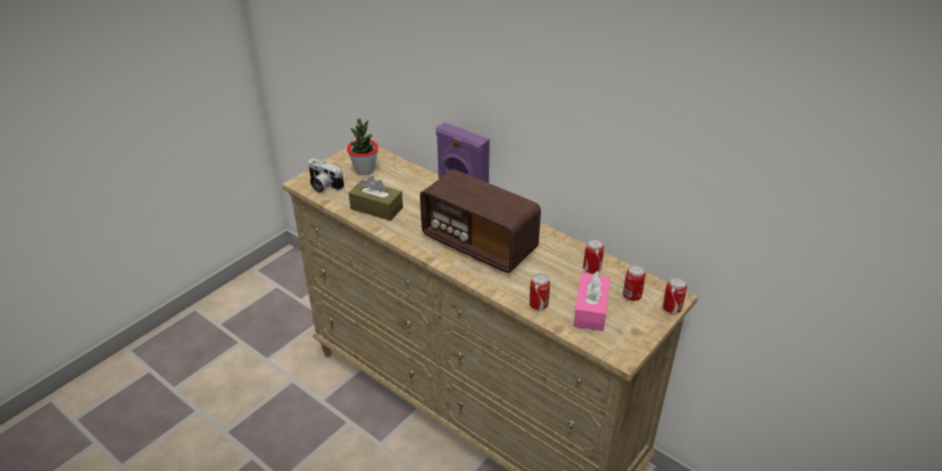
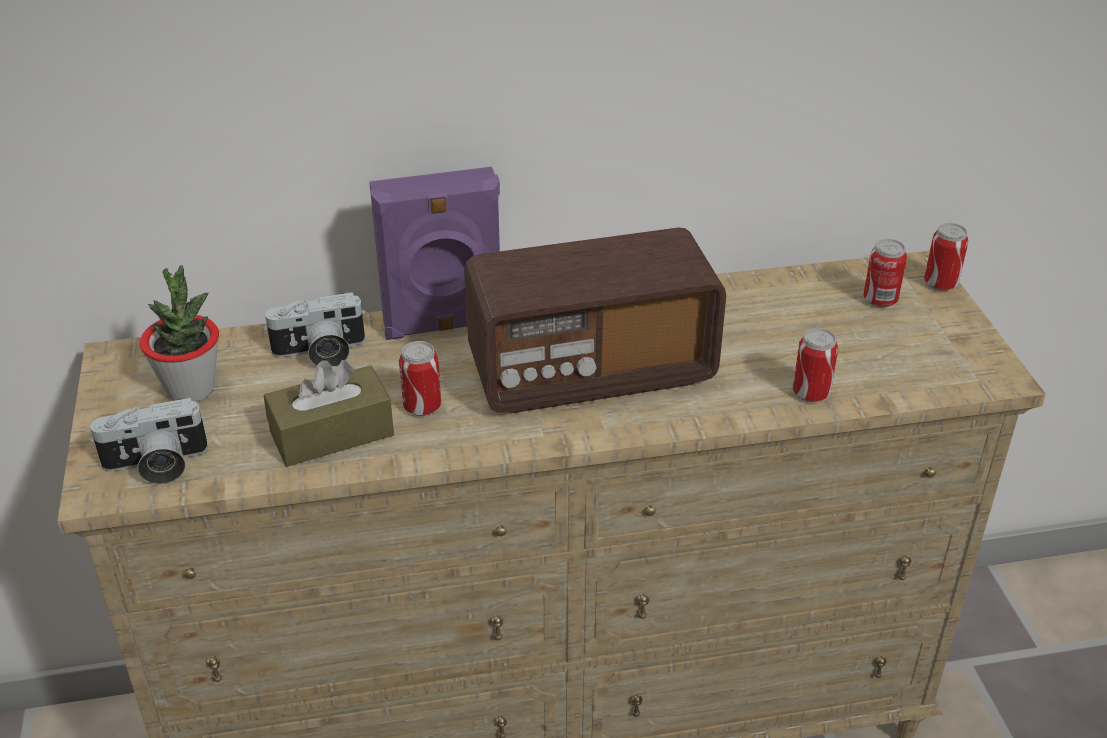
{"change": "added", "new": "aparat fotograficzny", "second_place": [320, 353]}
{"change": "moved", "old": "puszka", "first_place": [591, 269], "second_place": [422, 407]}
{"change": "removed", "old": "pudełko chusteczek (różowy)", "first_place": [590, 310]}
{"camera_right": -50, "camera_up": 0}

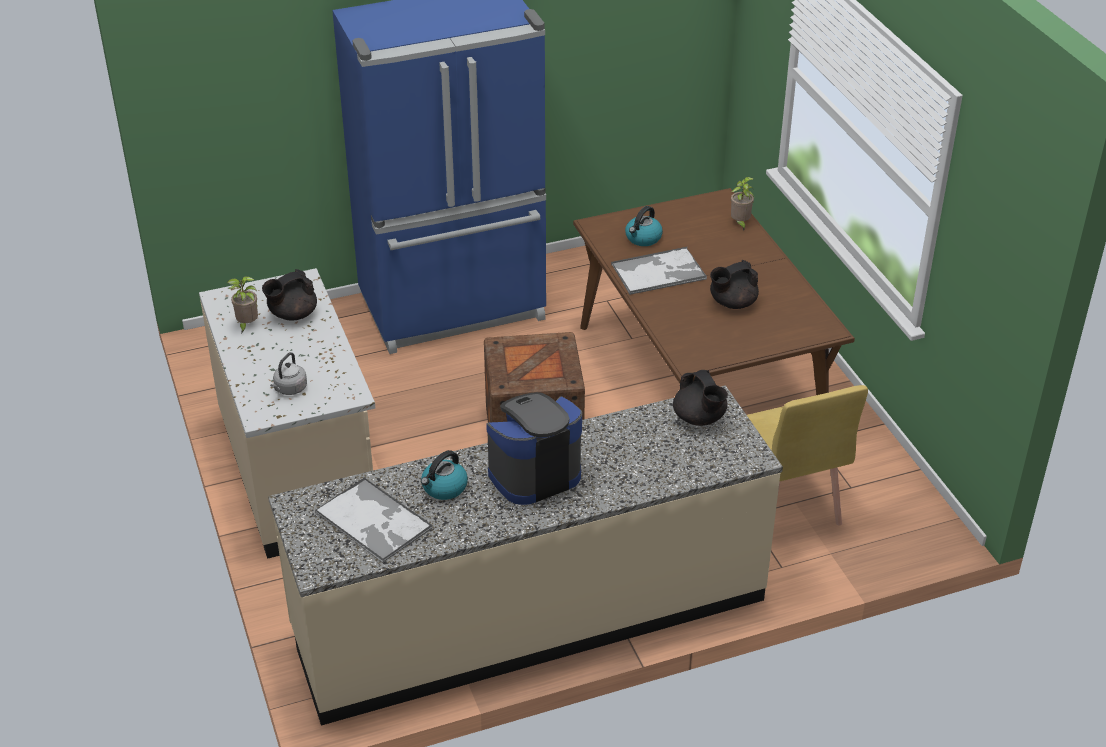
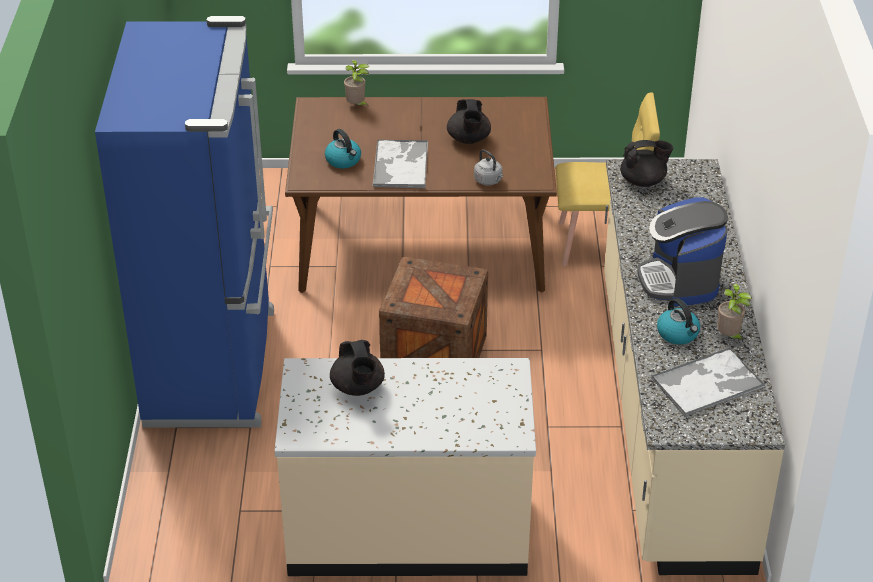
{"change": "moved", "old": "czajnik (szary)", "first_place": [289, 389], "second_place": [489, 181]}
{"change": "moved", "old": "roślina doniczkowa", "first_place": [247, 325], "second_place": [729, 337]}
{"camera_right": -70, "camera_up": 0}

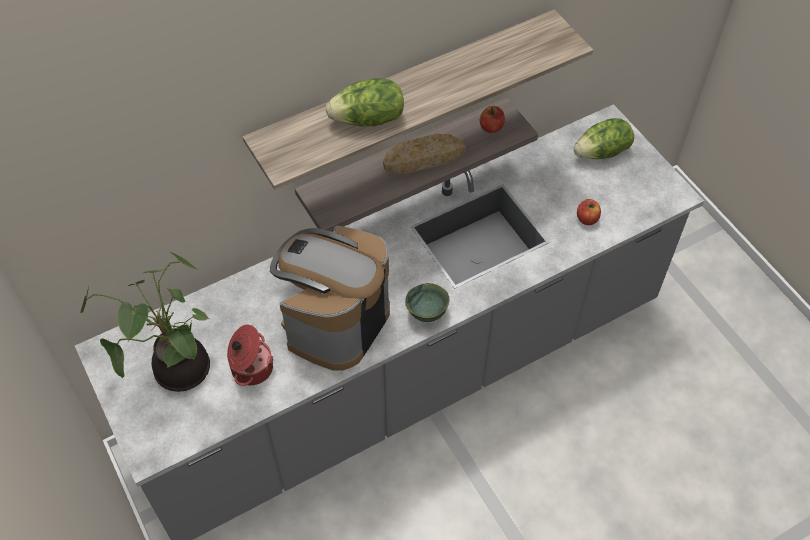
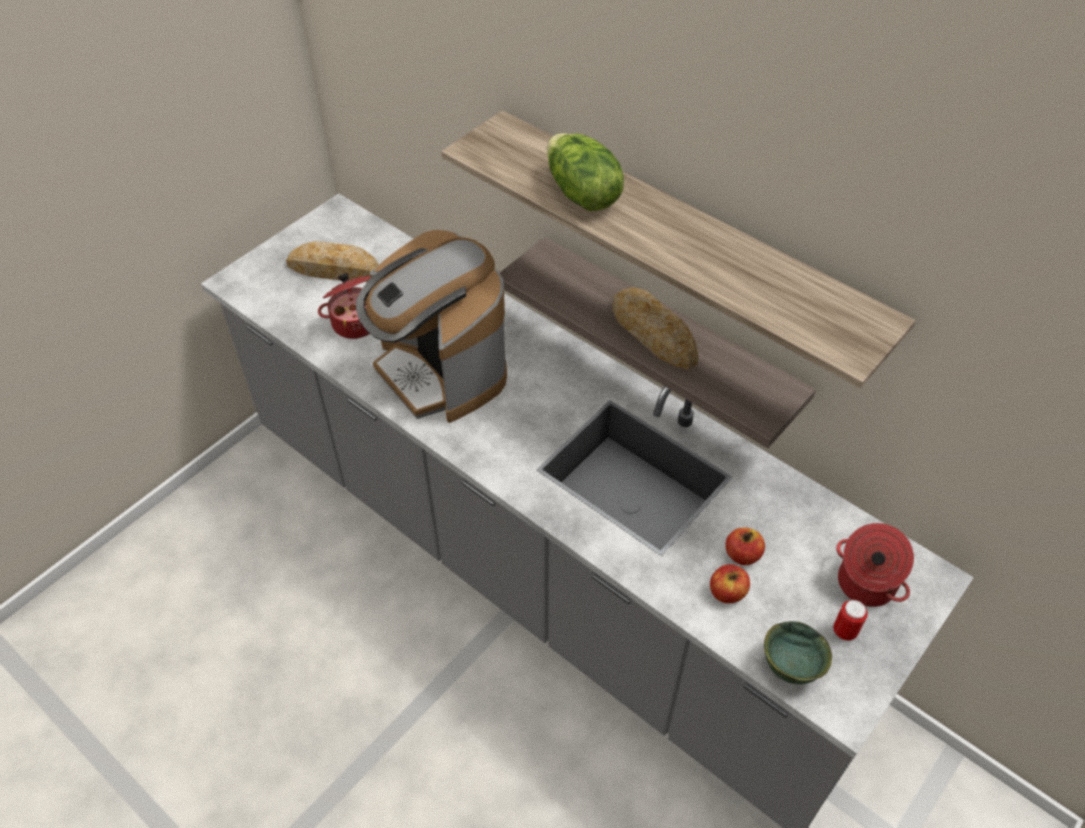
{"change": "replaced", "old": "roślina doniczkowa", "new": "chleb", "first_place": [177, 370], "second_place": [334, 269]}
{"change": "turned", "old": "ekspres do kawy", "first_place": [335, 322], "second_place": [440, 372], "degrees": -135}
{"change": "moved", "old": "jabłko", "first_place": [491, 127], "second_place": [742, 555]}
{"change": "moved", "old": "miska (zielony)", "first_place": [426, 314], "second_place": [789, 666]}
{"change": "added", "new": "puszka", "second_place": [844, 631]}
{"change": "replaced", "old": "sałata", "new": "garnek", "first_place": [602, 152], "second_place": [864, 584]}
{"camera_right": 70, "camera_up": -5}

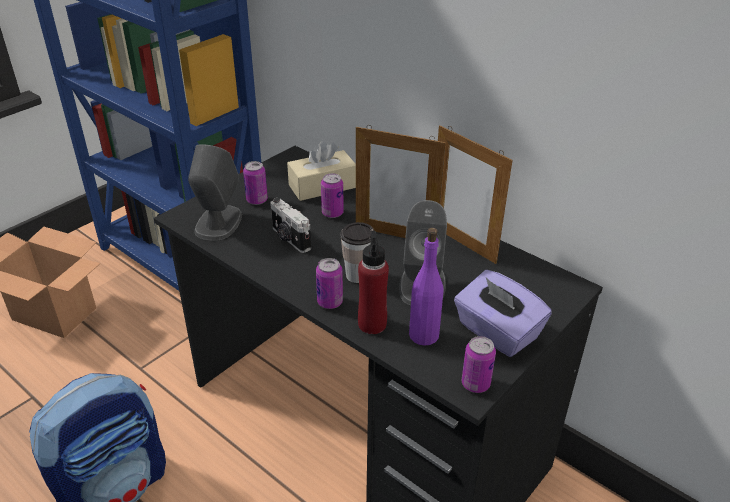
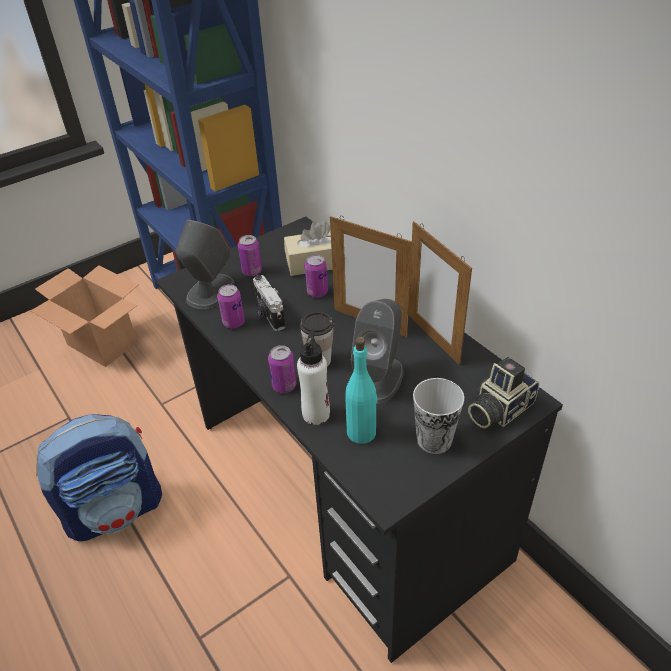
{"change": "moved", "old": "puszka", "first_place": [475, 384], "second_place": [233, 322]}
{"change": "recoloured", "old": "butelka (czerwony)", "new": "butelka (biały)", "first_place": [372, 324], "second_place": [316, 414]}
{"change": "recoloured", "old": "butelka (fioletowy)", "new": "butelka (turkusowy)", "first_place": [424, 335], "second_place": [362, 432]}
{"change": "replaced", "old": "pudełko chusteczek (fioletowy)", "new": "filiżanka", "first_place": [496, 332], "second_place": [434, 440]}
{"change": "added", "new": "aparat fotograficzny", "second_place": [498, 409]}
{"camera_right": 15, "camera_up": 5}

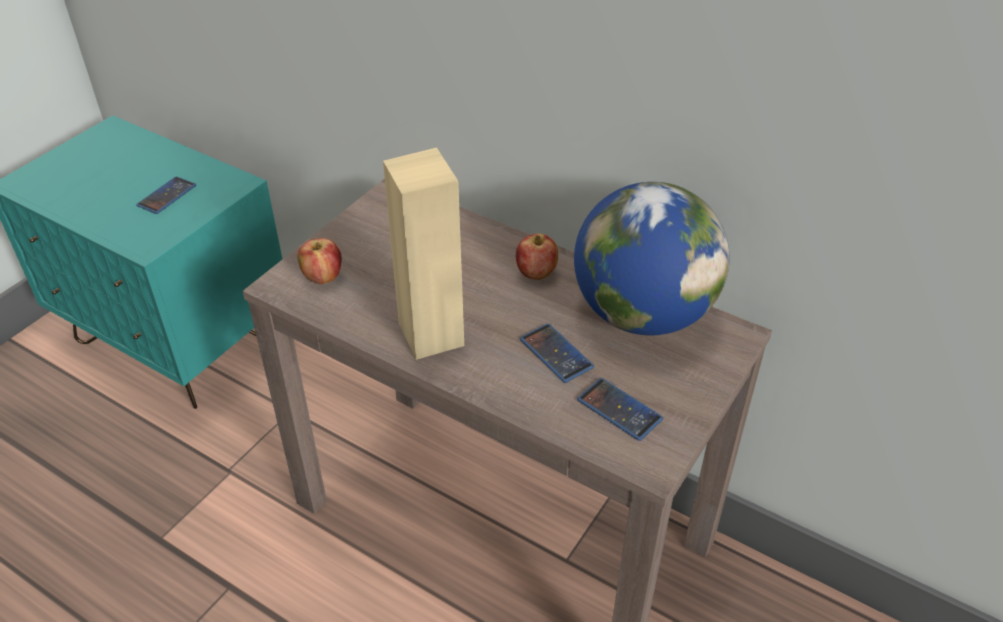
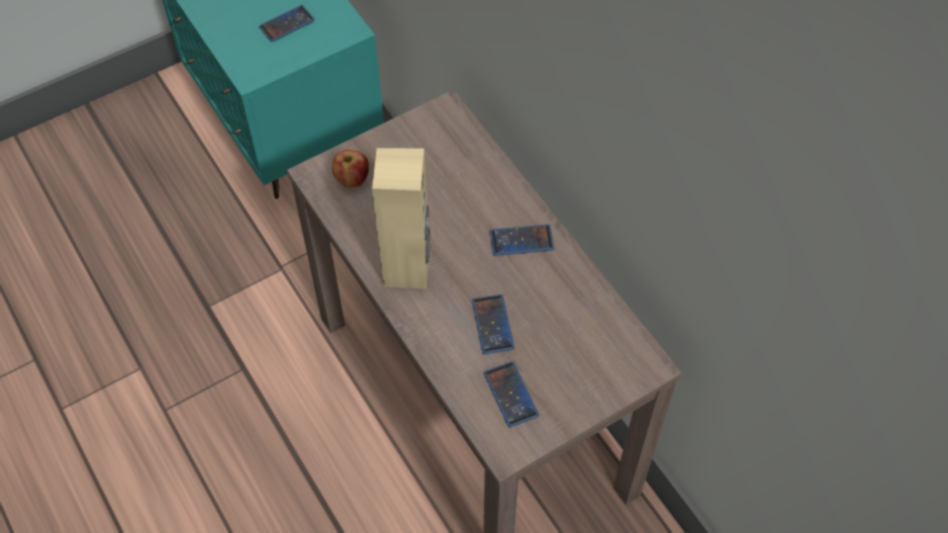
{"change": "replaced", "old": "jabłko", "new": "telefon", "first_place": [536, 273], "second_place": [521, 240]}
{"change": "removed", "old": "globus", "first_place": [642, 314]}
{"camera_right": 25, "camera_up": 15}

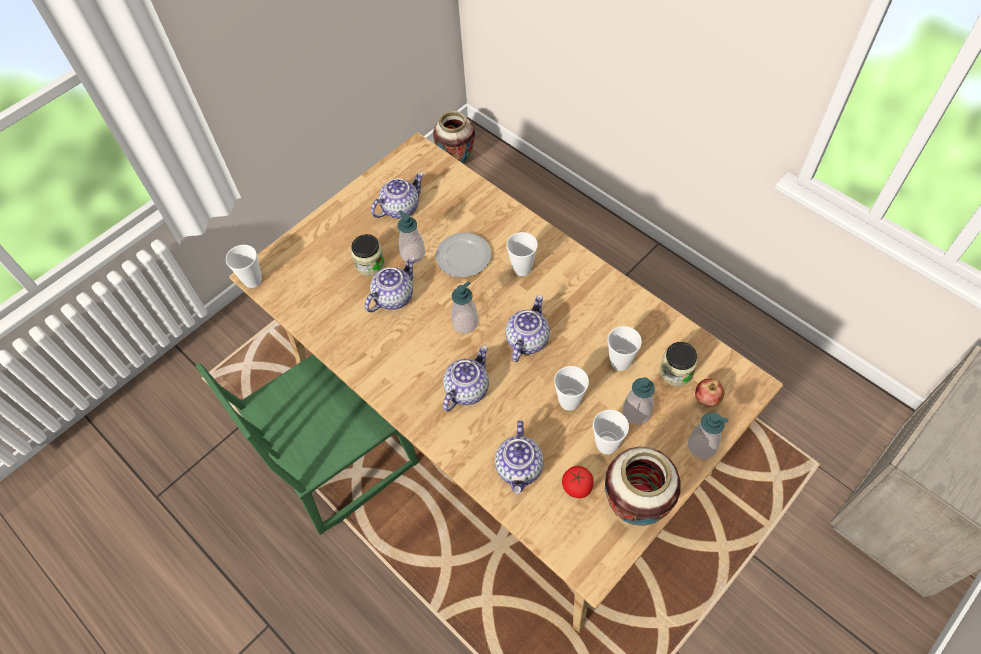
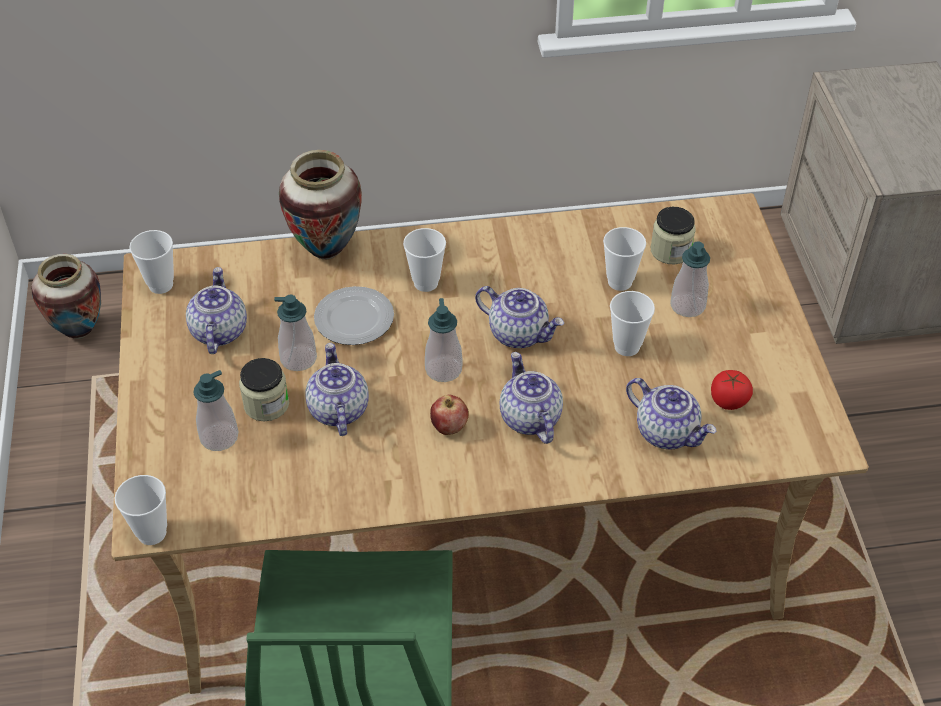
{"change": "moved", "old": "filiżanka", "first_place": [606, 445], "second_place": [161, 285]}
{"change": "moved", "old": "dozownik mydła", "first_place": [702, 446], "second_place": [219, 437]}
{"change": "moved", "old": "wazon", "first_place": [634, 508], "second_place": [326, 251]}
{"change": "moved", "old": "jabłko", "first_place": [706, 399], "second_place": [449, 427]}
{"change": "turned", "old": "imbryk", "first_place": [527, 340], "second_place": [519, 333], "degrees": 150}
{"camera_right": -55, "camera_up": -10}

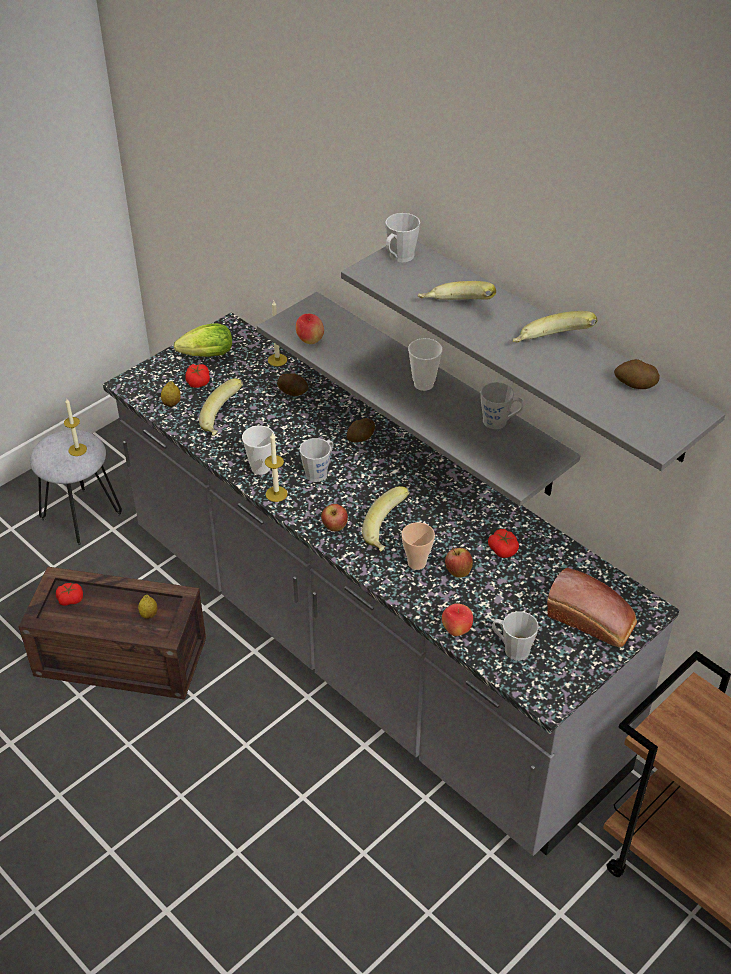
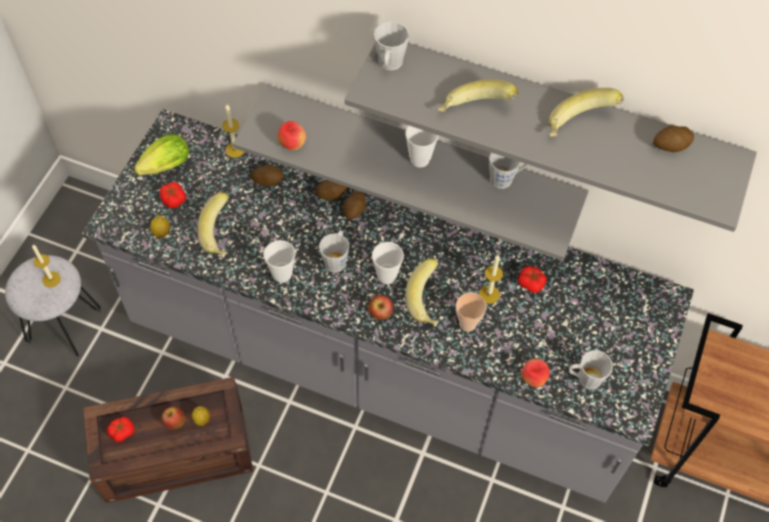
{"change": "moved", "old": "jabłko", "first_place": [458, 571], "second_place": [175, 422]}
{"change": "added", "new": "ziemniak", "second_place": [332, 194]}
{"change": "added", "new": "filiżanka", "second_place": [387, 276]}
{"change": "moved", "old": "świeca", "first_place": [276, 494], "second_place": [489, 294]}
{"change": "removed", "old": "chleb", "first_place": [592, 621]}
{"camera_right": -25, "camera_up": 15}

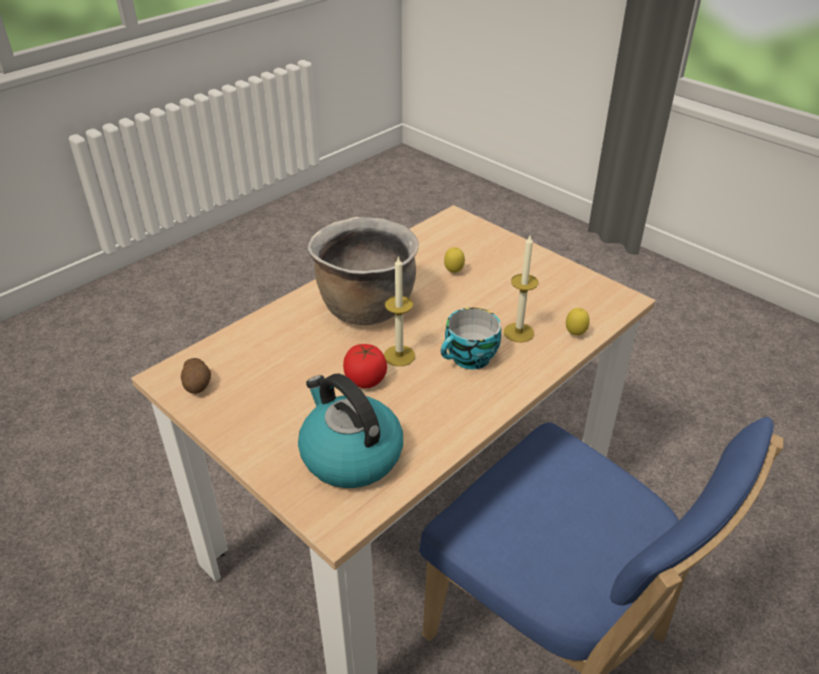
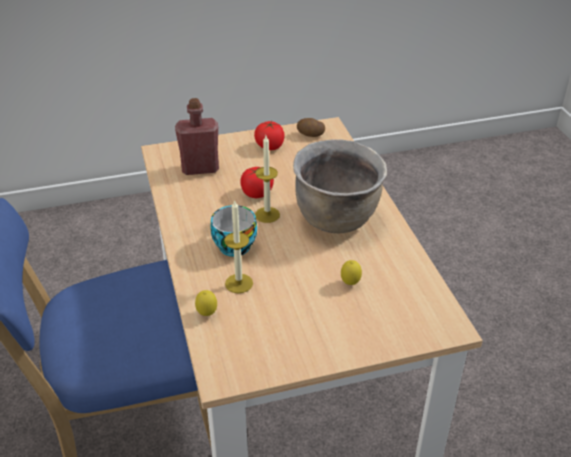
{"change": "replaced", "old": "czajnik", "new": "butelka (czerwony)", "first_place": [350, 455], "second_place": [200, 168]}
{"change": "added", "new": "pomidor", "second_place": [269, 146]}
{"camera_right": 120, "camera_up": 0}

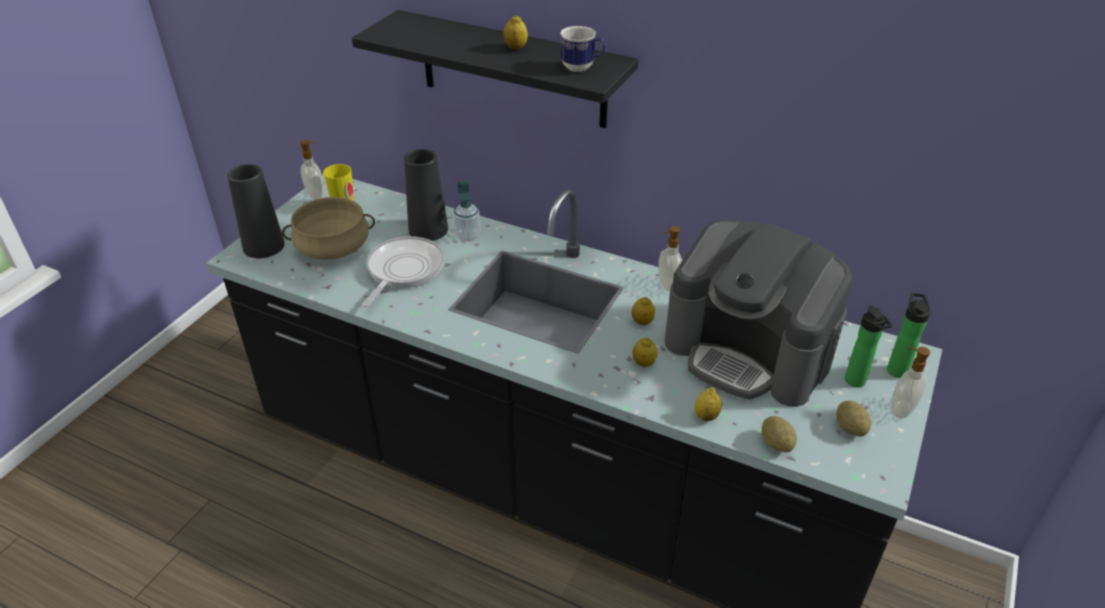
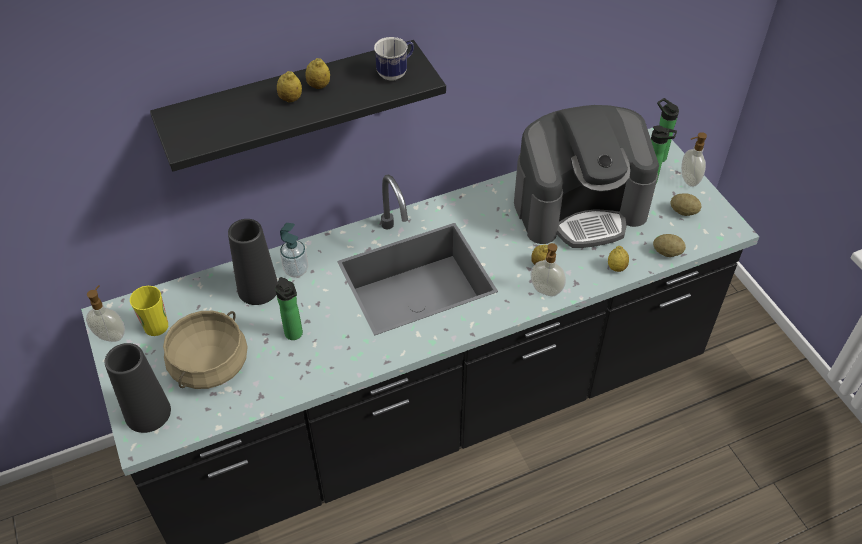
{"change": "replaced", "old": "patelnia", "new": "butelka", "first_place": [403, 271], "second_place": [295, 335]}
{"change": "moved", "old": "cytryna", "first_place": [642, 322], "second_place": [290, 99]}
{"change": "moved", "old": "dozownik mydła", "first_place": [667, 285], "second_place": [545, 291]}
{"camera_right": -50, "camera_up": 10}

